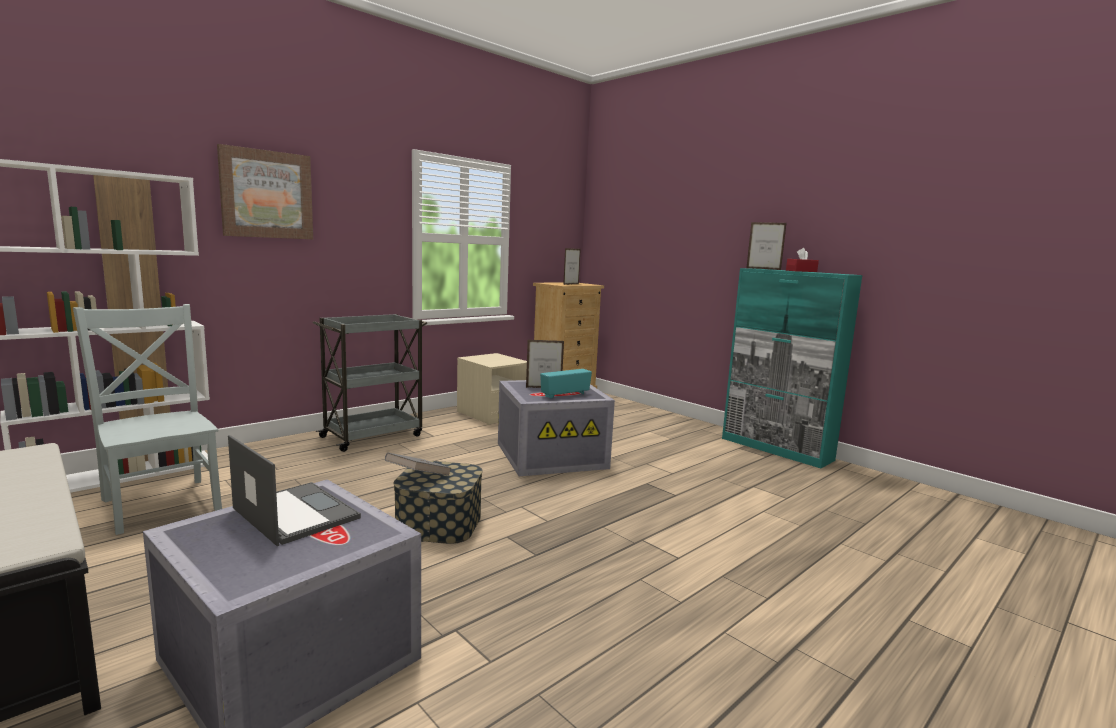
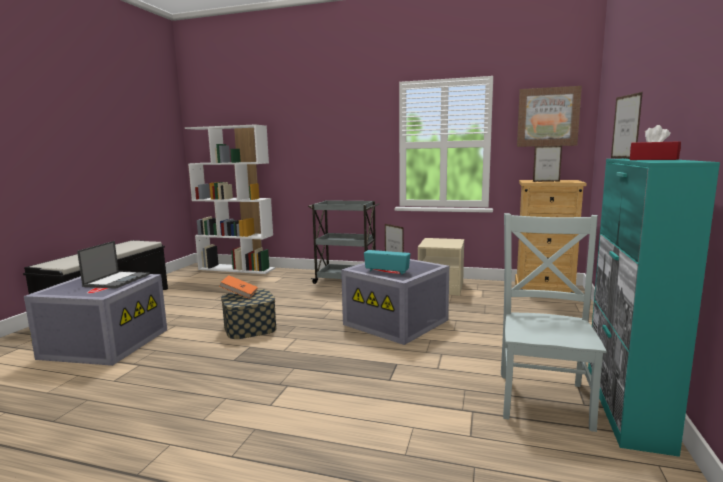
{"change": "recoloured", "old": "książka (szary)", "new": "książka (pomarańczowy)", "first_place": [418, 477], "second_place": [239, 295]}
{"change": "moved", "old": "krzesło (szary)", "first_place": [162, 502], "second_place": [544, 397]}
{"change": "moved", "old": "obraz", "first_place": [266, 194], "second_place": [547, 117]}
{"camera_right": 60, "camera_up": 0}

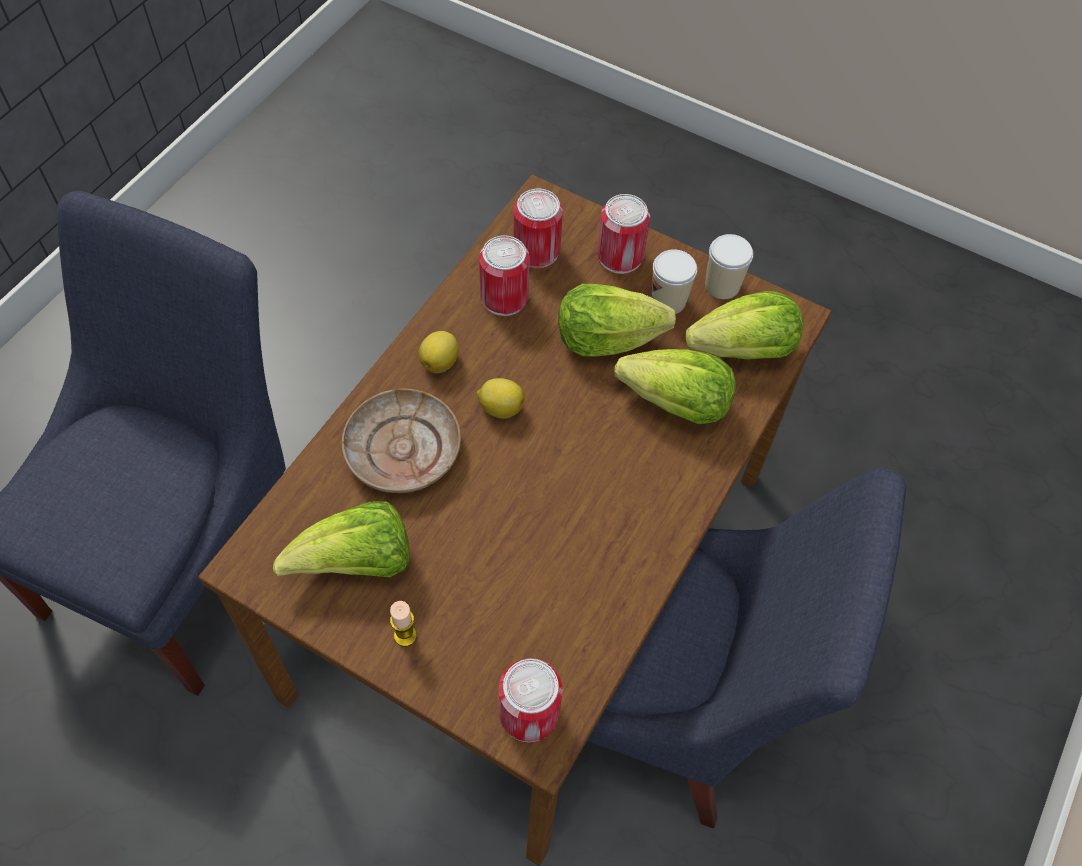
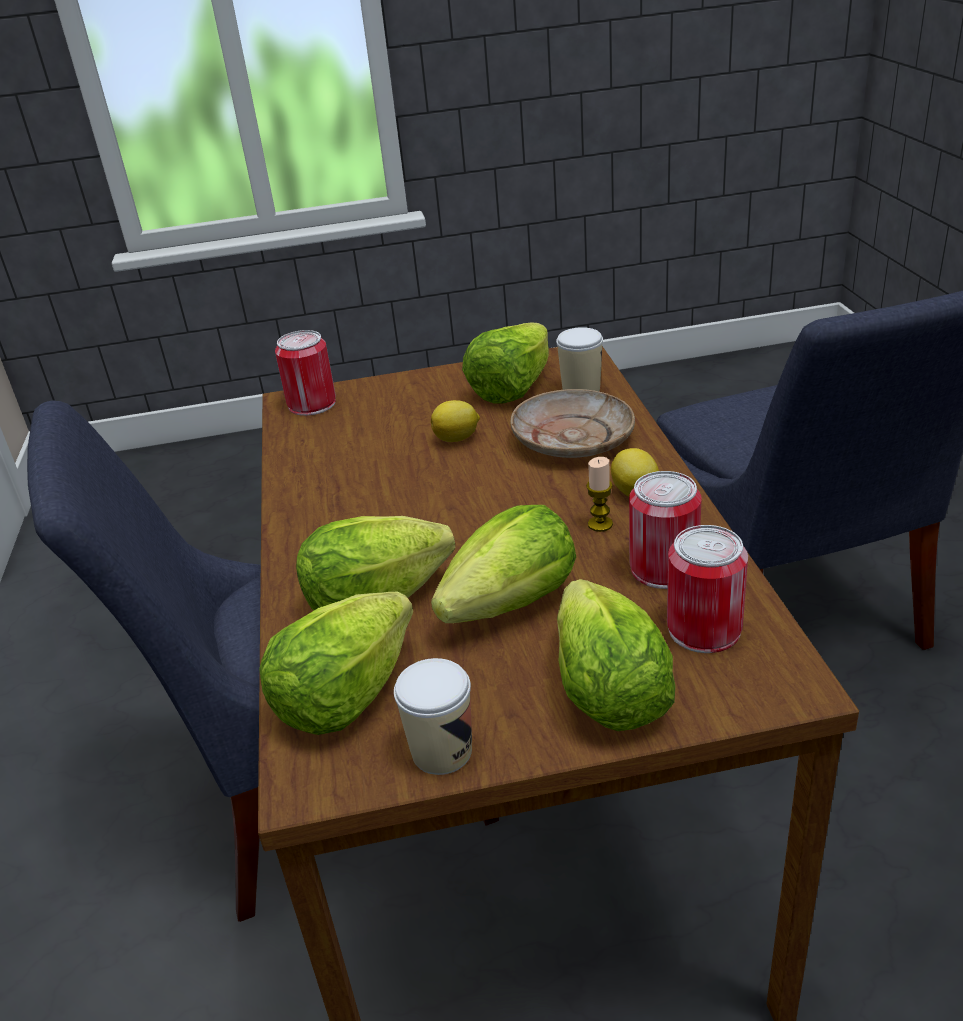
{"change": "moved", "old": "cytryna", "first_place": [500, 408], "second_place": [457, 438]}
{"change": "moved", "old": "filiżanka", "first_place": [668, 301], "second_place": [581, 389]}
{"change": "replaced", "old": "puszka", "new": "sałata", "first_place": [620, 256], "second_place": [608, 692]}
{"change": "moved", "old": "świeca", "first_place": [405, 635], "second_place": [600, 524]}
{"camera_right": 145, "camera_up": -25}

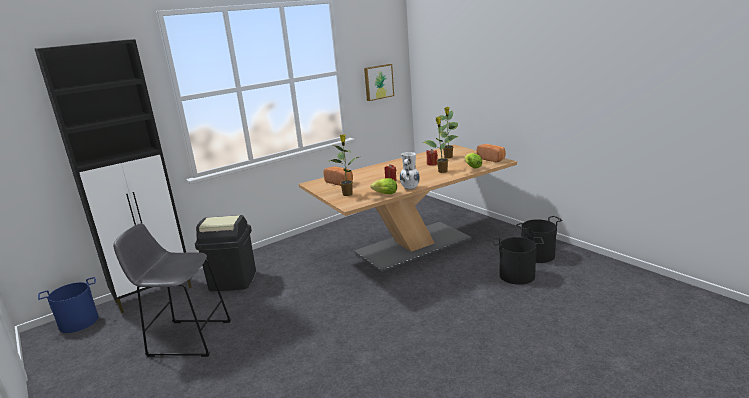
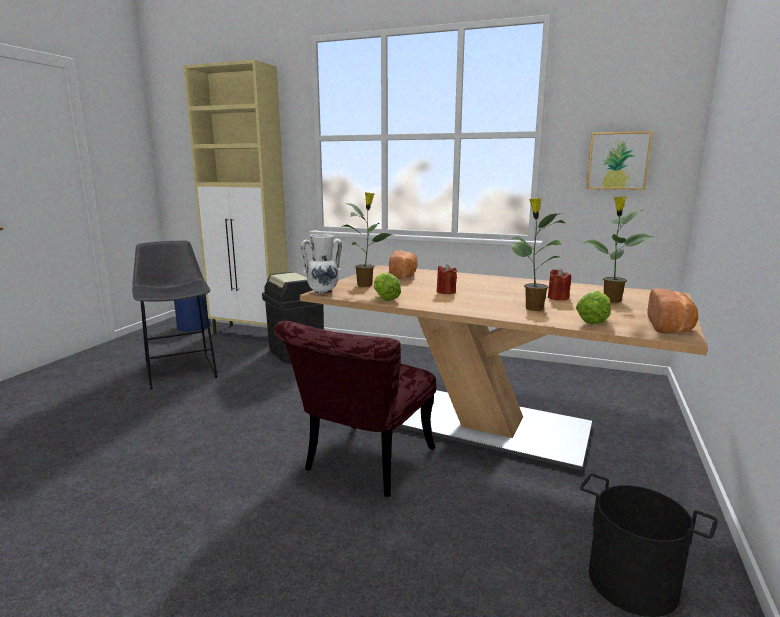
{"change": "recoloured", "old": "szafka (czarny)", "new": "szafka (beżowy)", "first_place": [155, 294], "second_place": [251, 333]}
{"change": "added", "new": "krzesło (czerwony)", "second_place": [363, 466]}
{"change": "moved", "old": "wazon (biały)", "first_place": [410, 188], "second_place": [323, 292]}
{"change": "removed", "old": "wiadro (czarny)", "first_place": [517, 275]}
{"camera_right": 55, "camera_up": -5}

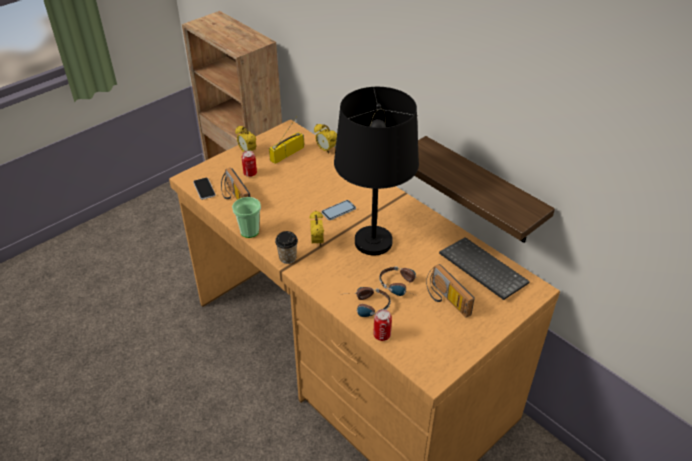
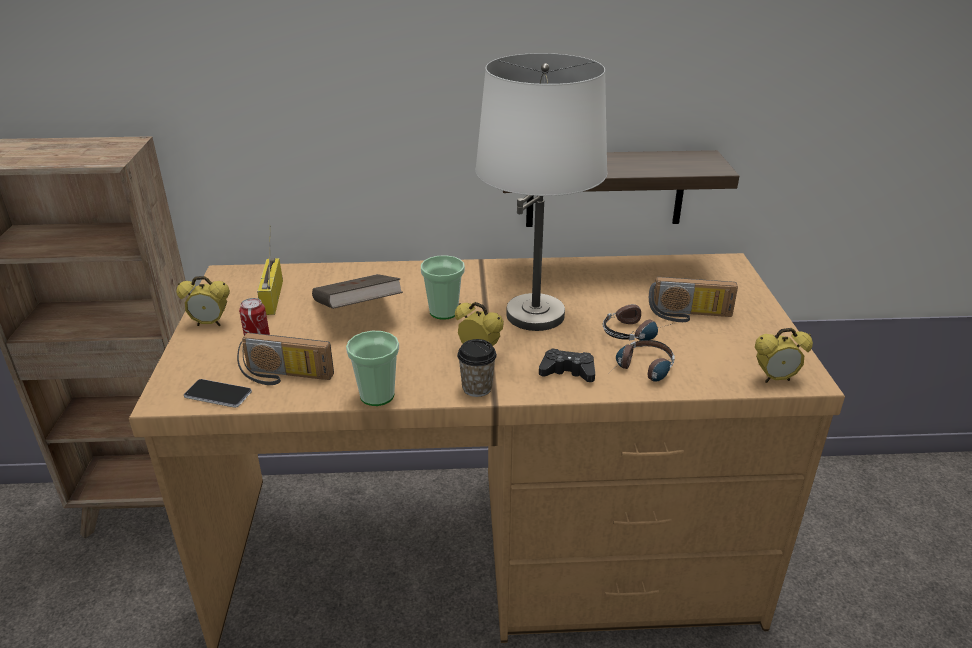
{"change": "added", "new": "książka (brązowy)", "second_place": [357, 312]}
{"change": "replaced", "old": "telefon", "new": "filiżanka", "first_place": [338, 211], "second_place": [444, 312]}
{"change": "recoloured", "old": "lampa stołowa (czarny)", "new": "lampa stołowa (biały)", "first_place": [373, 242], "second_place": [534, 315]}
{"change": "added", "new": "pad do gier (czarny)", "second_place": [567, 372]}
{"change": "moved", "old": "budzik", "first_place": [326, 150], "second_place": [775, 379]}
{"change": "removed", "old": "puszka", "first_place": [382, 335]}
{"change": "removed", "old": "klawiatura", "first_place": [480, 269]}
{"camera_right": -50, "camera_up": -10}

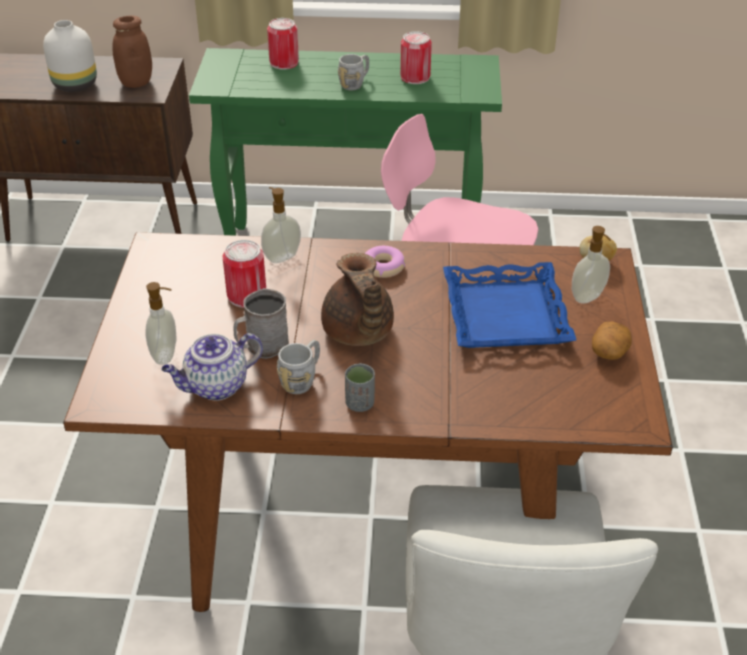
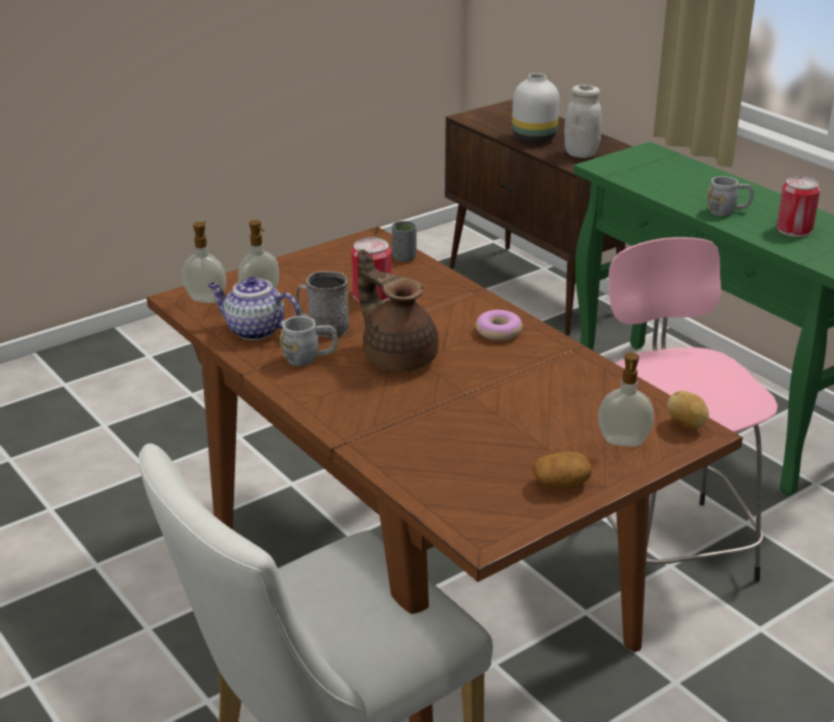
{"change": "moved", "old": "dozownik mydła", "first_place": [281, 256], "second_place": [206, 299]}
{"change": "turned", "old": "imbryk (brązowy)", "first_place": [358, 333], "second_place": [398, 357], "degrees": 105}
{"change": "moved", "old": "filiżanka (szary)", "first_place": [360, 404], "second_place": [404, 257]}
{"change": "recoloured", "old": "słoik (brązowy)", "new": "słoik (biały)", "first_place": [136, 82], "second_place": [581, 154]}
{"change": "removed", "old": "puszka", "first_place": [284, 62]}
{"change": "removed", "old": "taca (niebieski)", "first_place": [507, 315]}
{"camera_right": 50, "camera_up": -10}

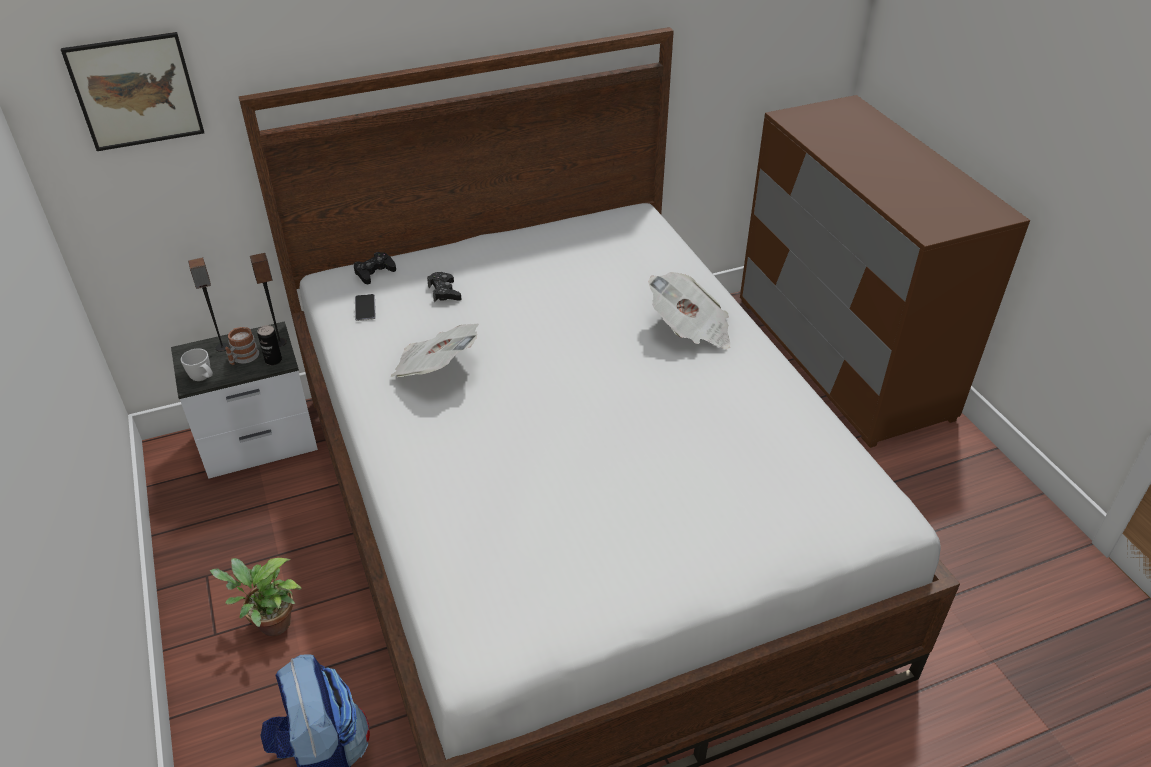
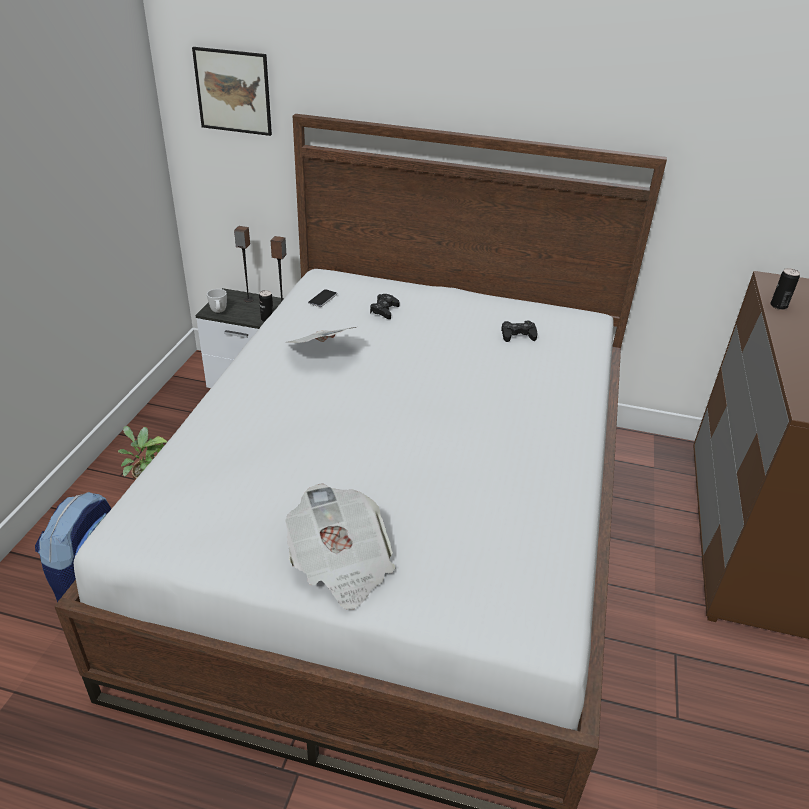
{"change": "moved", "old": "gazeta", "first_place": [690, 330], "second_place": [341, 565]}
{"change": "moved", "old": "pad do gier (czarny)", "first_place": [374, 272], "second_place": [518, 335]}
{"change": "added", "new": "puszka", "second_place": [778, 306]}
{"change": "removed", "old": "kubek", "first_place": [243, 358]}
{"camera_right": 35, "camera_up": -5}

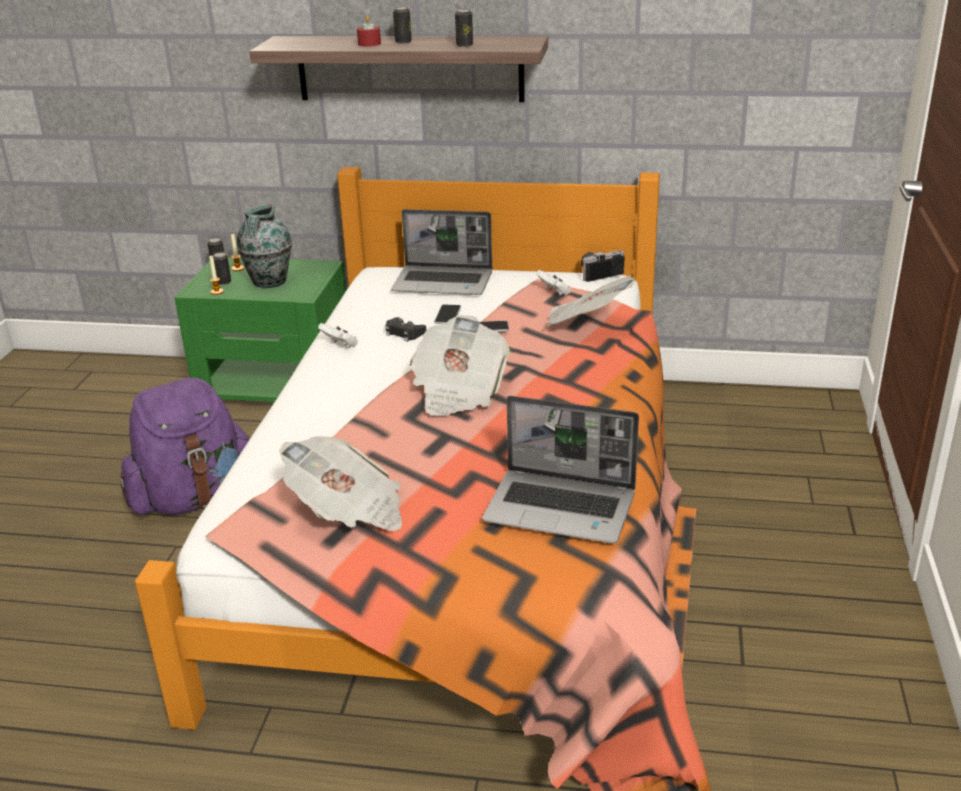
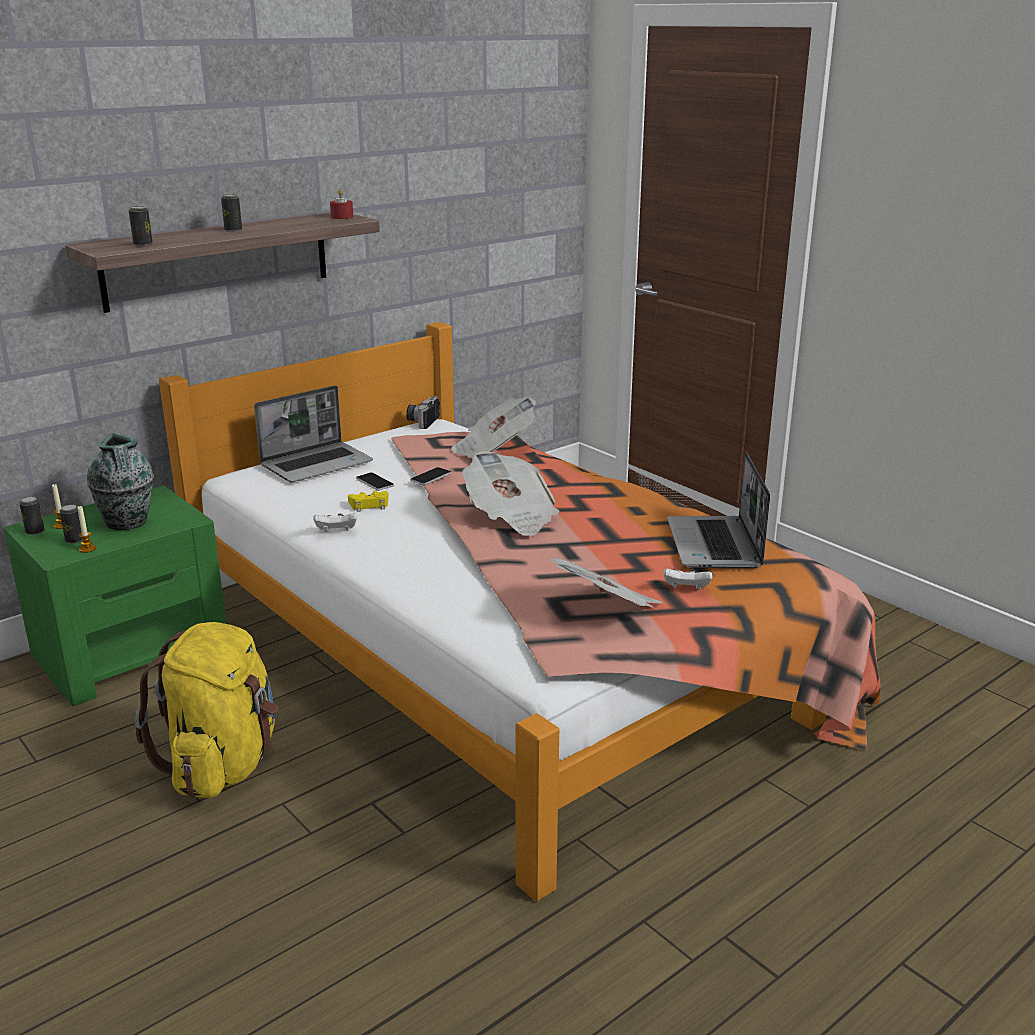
{"change": "moved", "old": "puszka", "first_place": [464, 45], "second_place": [143, 244]}
{"change": "recoloured", "old": "plecak (fioletowy)", "new": "plecak (żółty)", "first_place": [194, 497], "second_place": [223, 764]}
{"change": "moved", "old": "świeca (czerwony)", "first_place": [369, 44], "second_place": [342, 217]}
{"change": "recoloured", "old": "pad do gier (czarny)", "new": "pad do gier (żółty)", "first_place": [404, 333], "second_place": [369, 505]}
{"change": "moved", "old": "pad do gier (biały)", "first_place": [554, 293], "second_place": [686, 589]}
{"change": "turned", "old": "laptop", "first_place": [562, 508], "second_place": [715, 545], "degrees": 120}
{"camera_right": -50, "camera_up": -5}

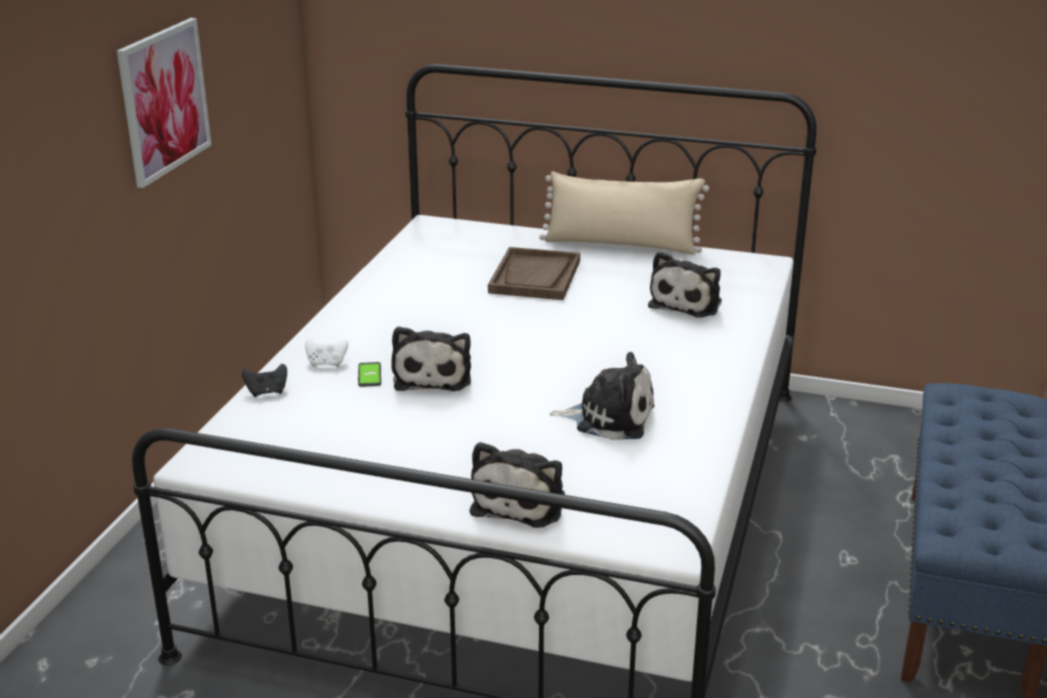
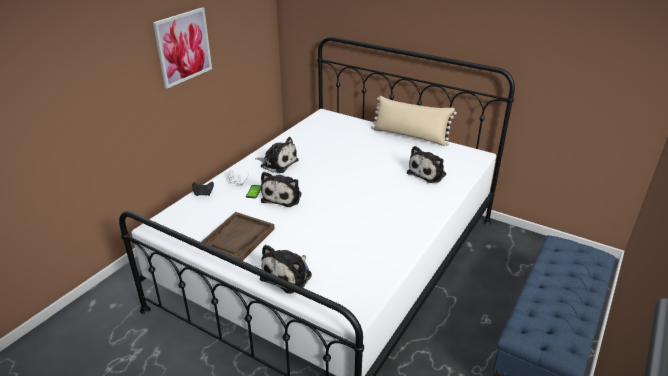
{"change": "moved", "old": "taca (brązowy)", "first_place": [535, 277], "second_place": [237, 239]}
{"change": "moved", "old": "pluszak", "first_place": [609, 417], "second_place": [277, 163]}
{"camera_right": 15, "camera_up": 5}

